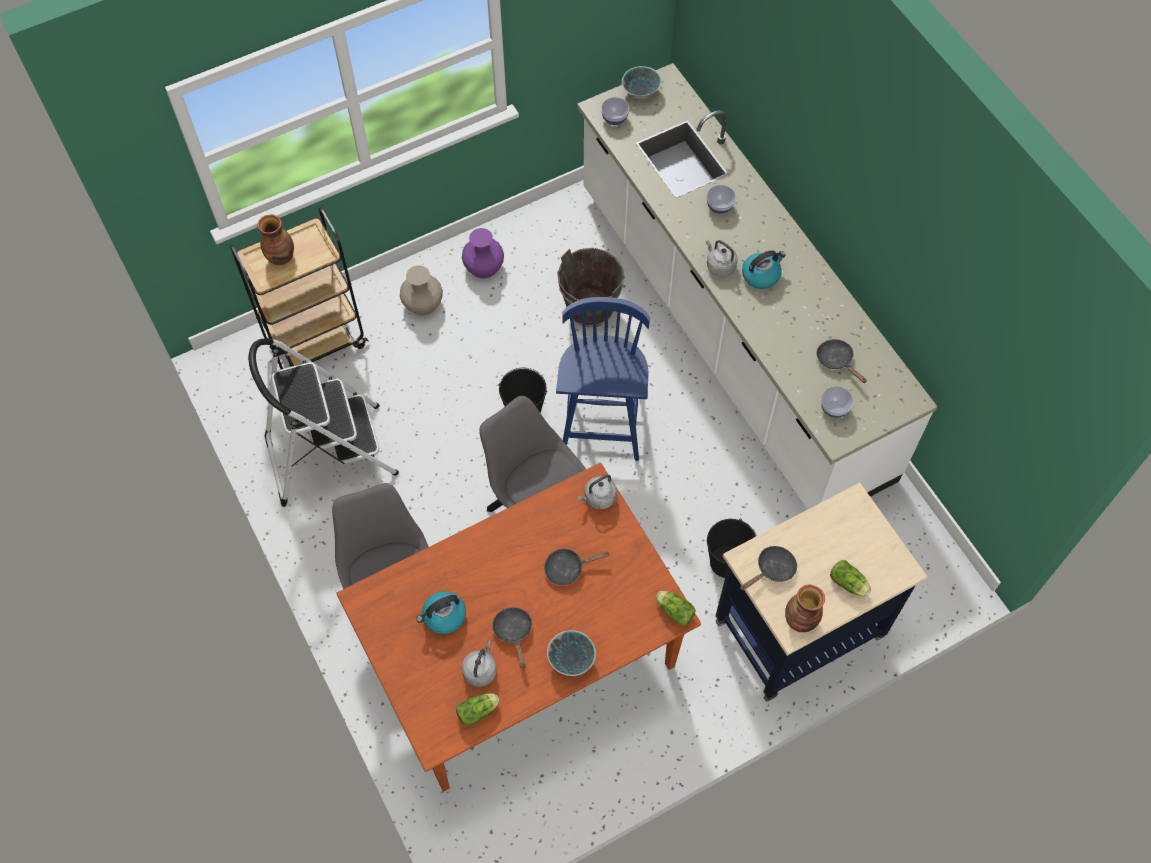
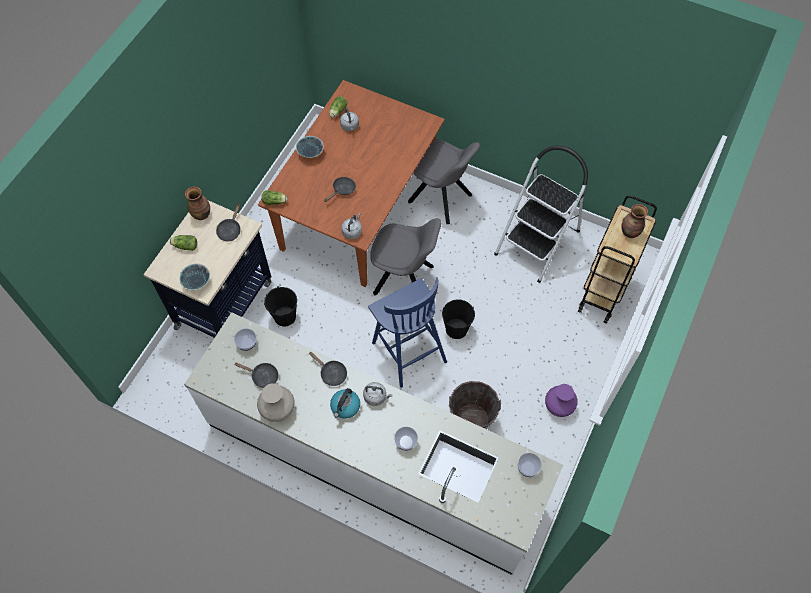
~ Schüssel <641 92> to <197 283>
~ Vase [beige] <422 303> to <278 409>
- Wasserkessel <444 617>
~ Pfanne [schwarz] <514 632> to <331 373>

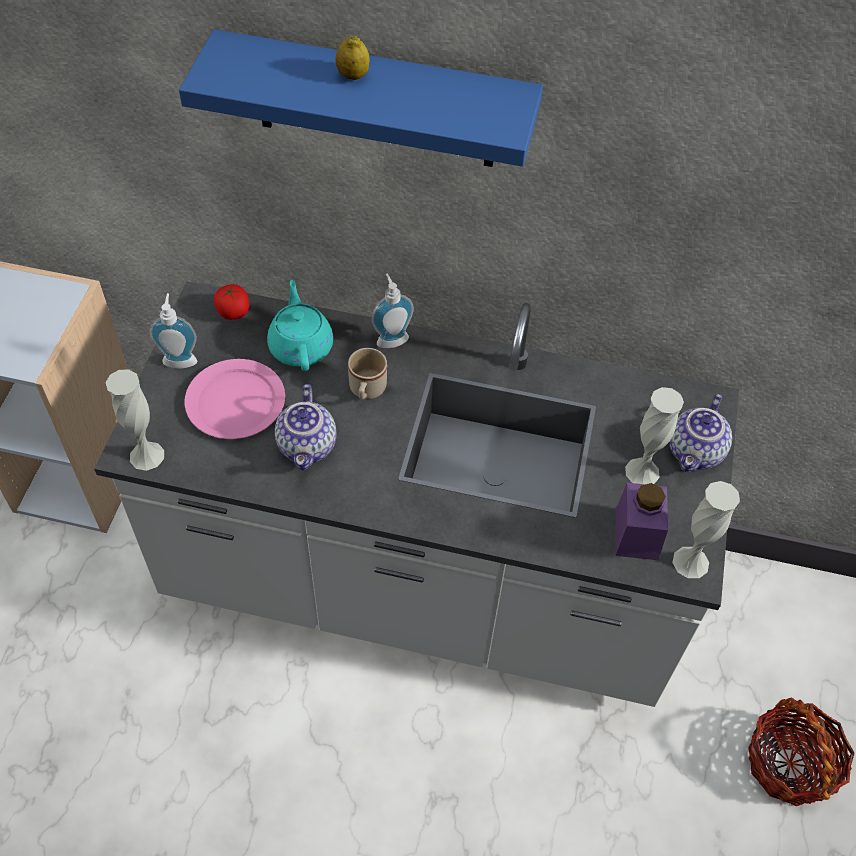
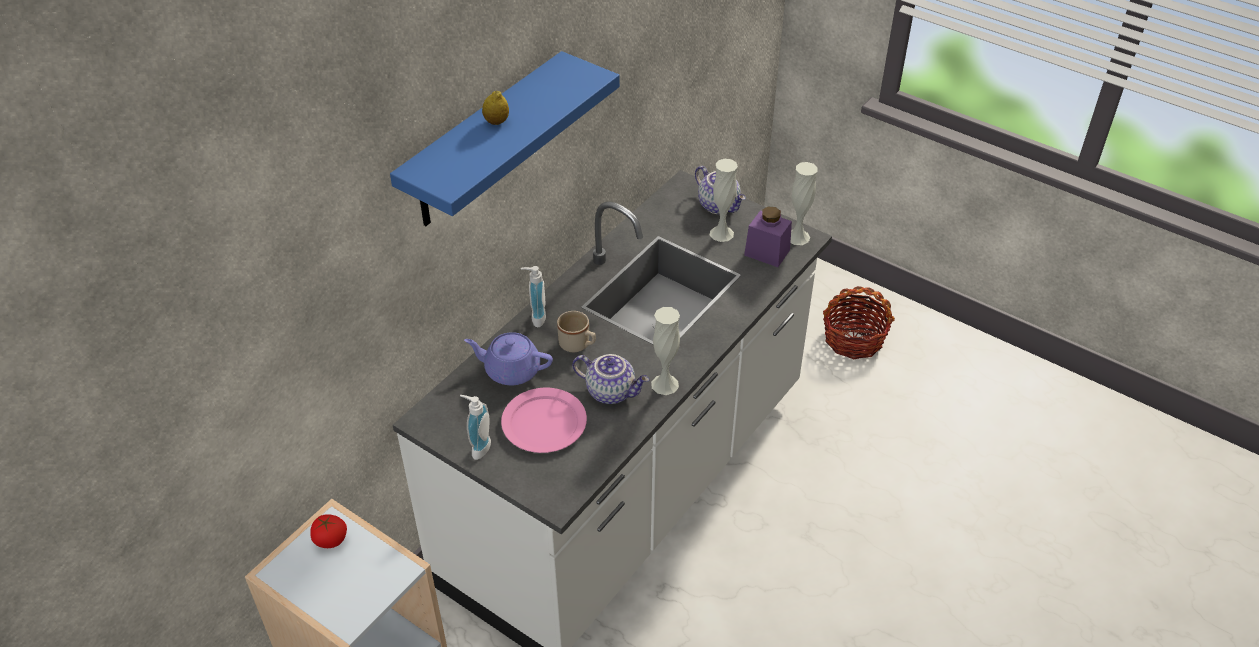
~ Teekanne [türkis] <301 346> to Teekanne [lila] <511 370>
~ Tomate <233 312> to <331 540>
~ Vase [weiß] <147 455> to <665 384>

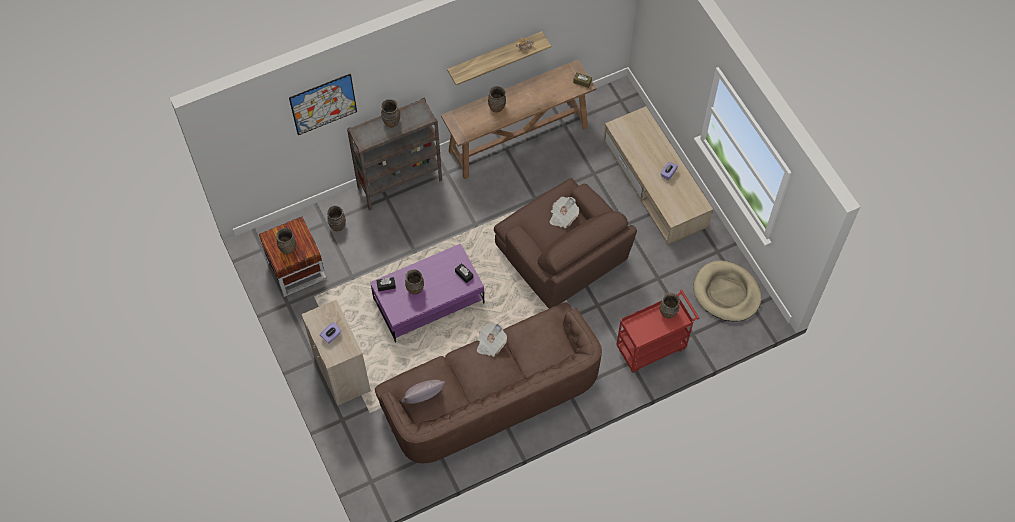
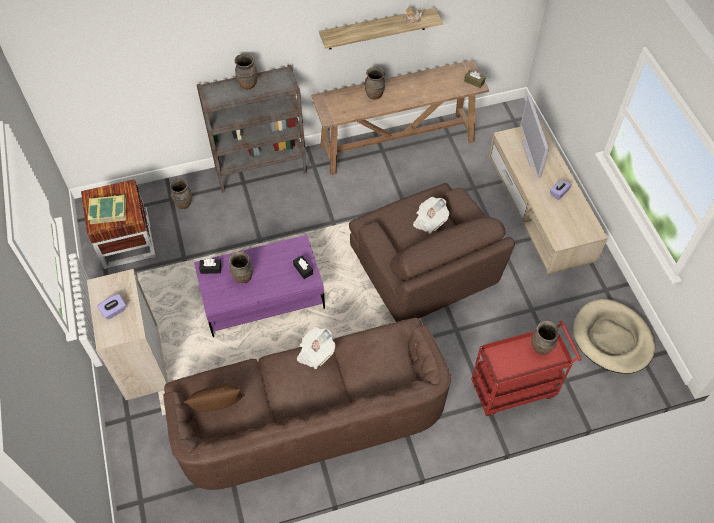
- Bild <323 104>
~ Vase [braun] <288 248> to Buch <108 211>
~ Kissen [lila] <424 398> to Kissen [braun] <219 407>
+ Fernseher <531 153>

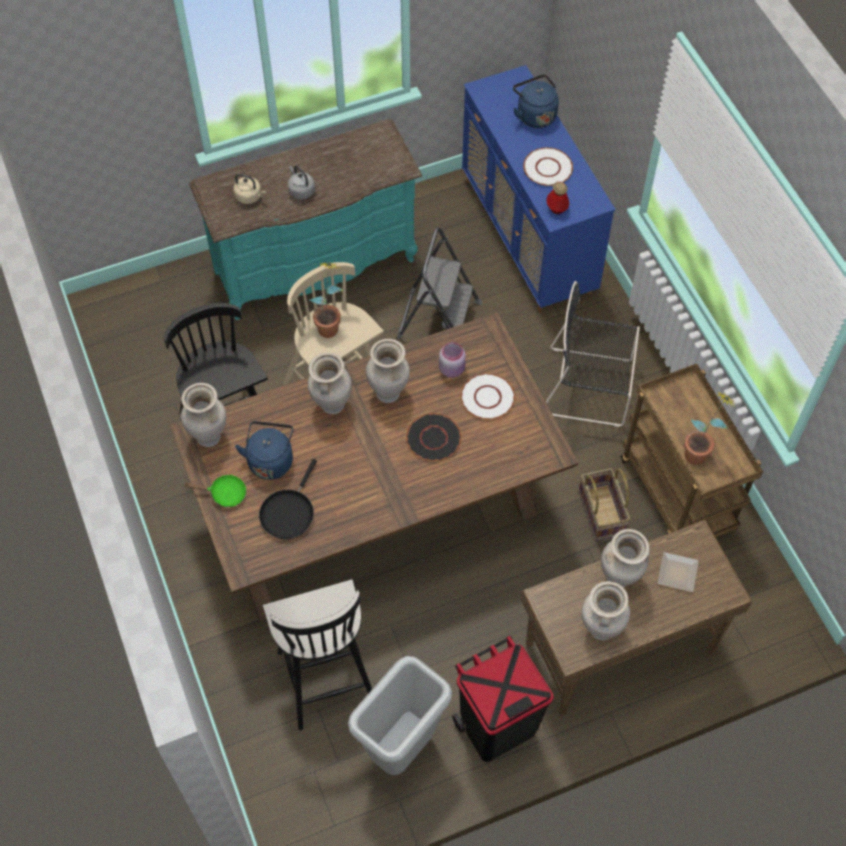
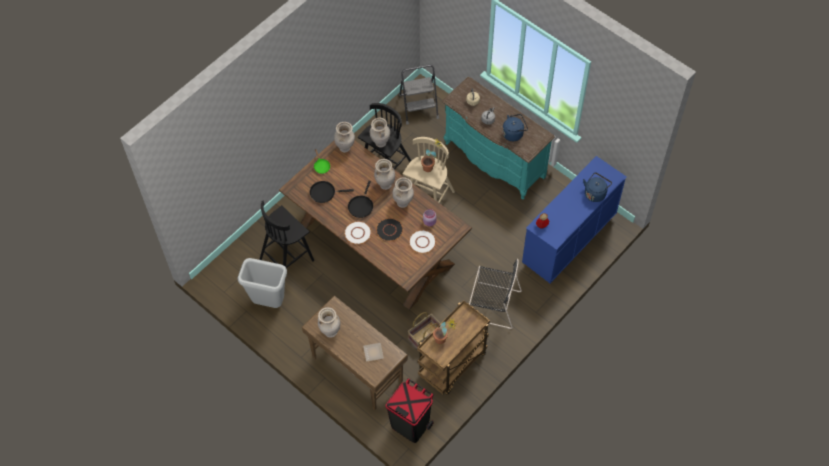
~ Teller [weiß] <548 168> to <357 233>
~ Trittleiter [grau] <436 318> to <418 105>
~ Stuhl [schwarz] <590 387> = <492 304> 120 degrees clockwise
~ Wasserkessel [blau] <270 460> to <514 133>
~ Vase [beige] <619 578> to <380 143>
~ Mülleimer [schwarz] <497 727> to <410 425>
+ Pfanne [schwarz] <361 206>

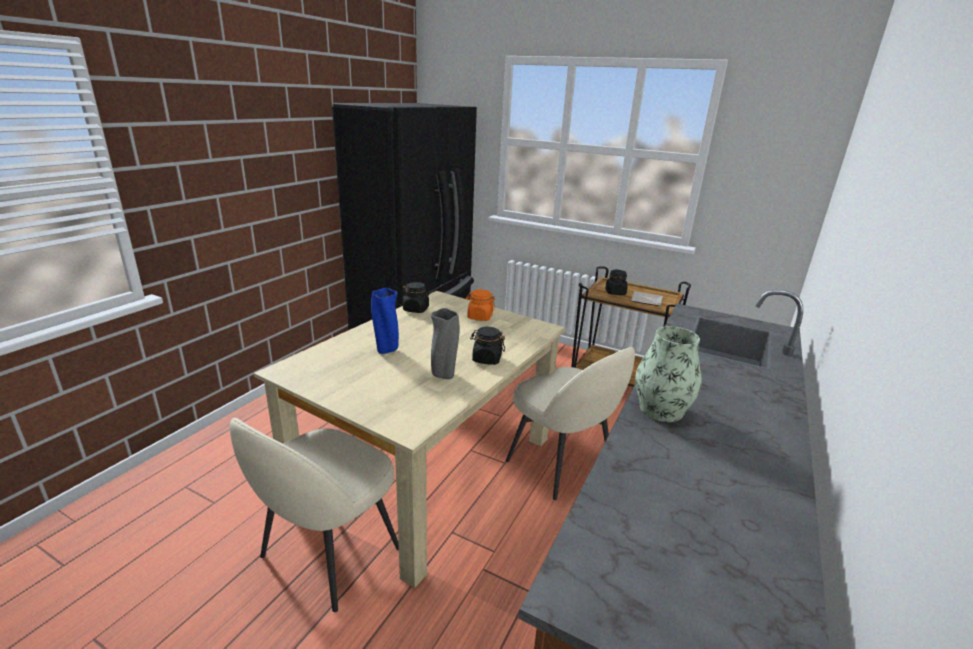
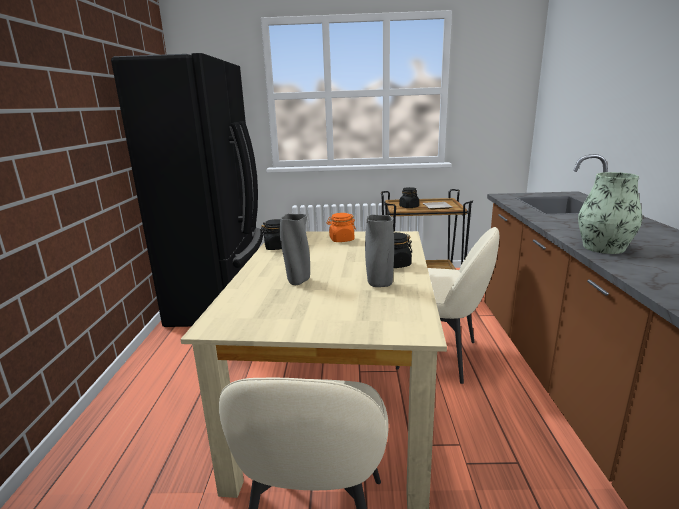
~ Vase [blau] <386 350> to Vase [grau] <298 281>

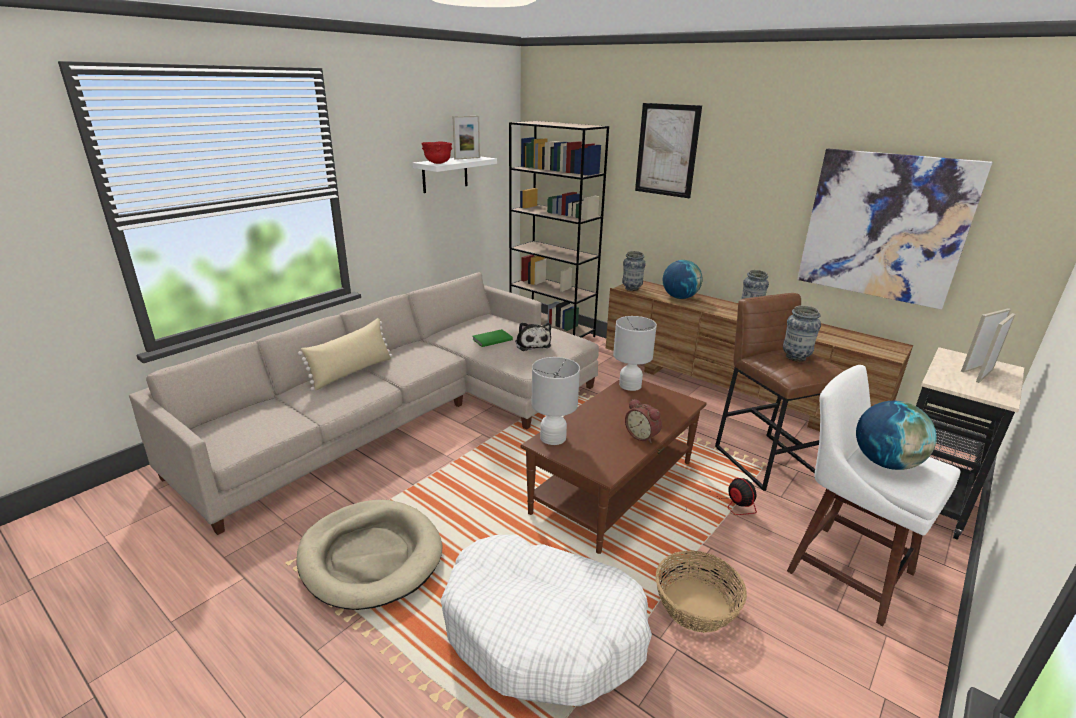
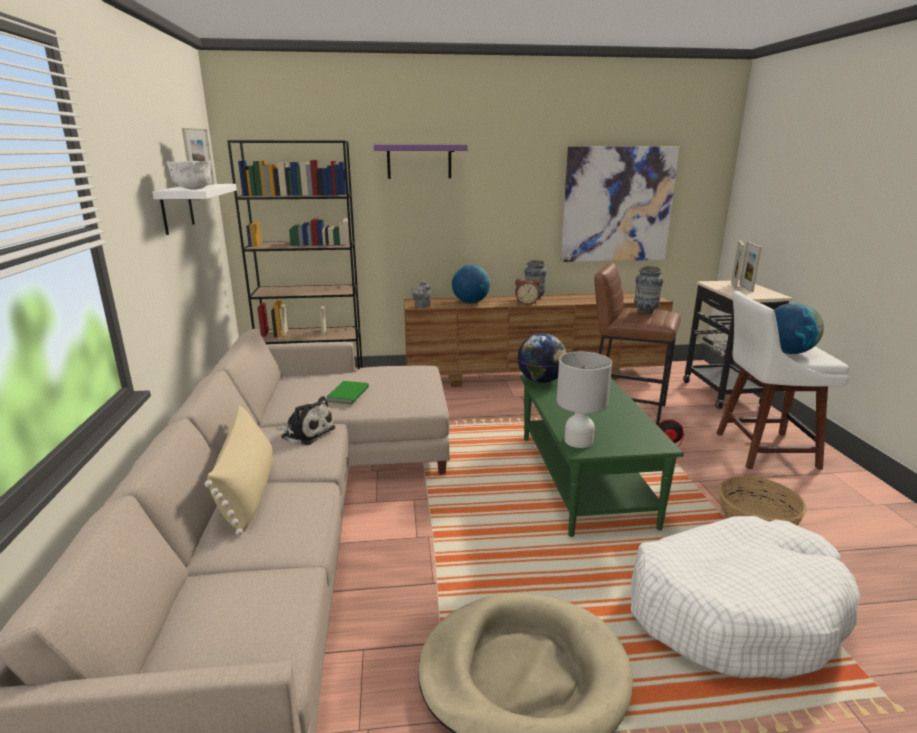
~ Bild <667 150> to Wandregal [lila] <419 161>
~ Schüssel [rot] <438 163> to Schüssel [weiß] <193 189>
~ Vase <631 289> to Teekanne [grau] <421 306>
~ Tischlampe [grau] <630 385> to Globus <541 381>
~ Plüschtier <532 344> to <306 432>
~ Couchtisch [braun] <614 486> to Couchtisch [grün] <583 478>
~ Wecker <642 436> to <526 303>

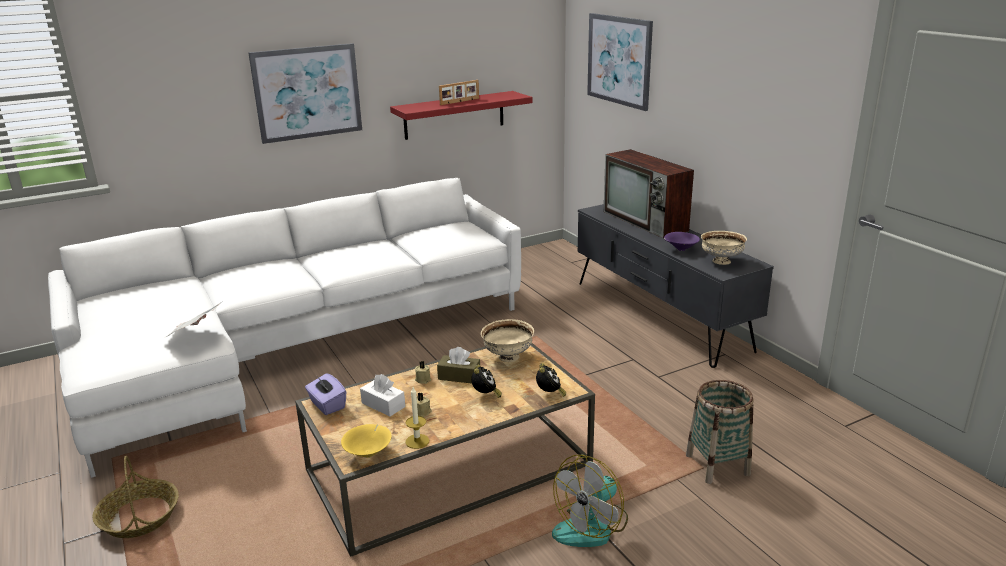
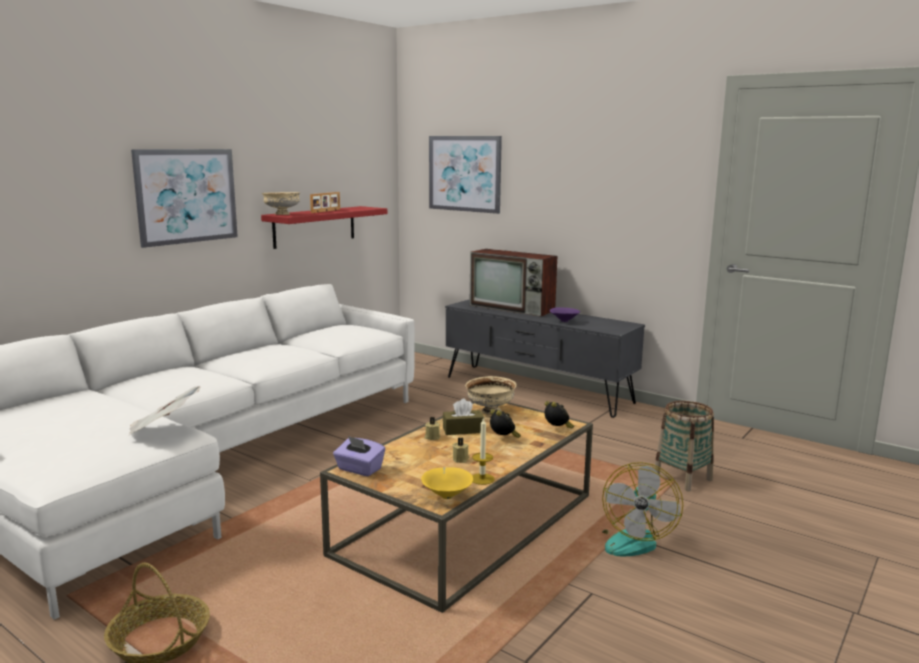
~ Schüssel [beige] <721 261> to <281 214>
- Taschentuchbox [weiß] <383 405>

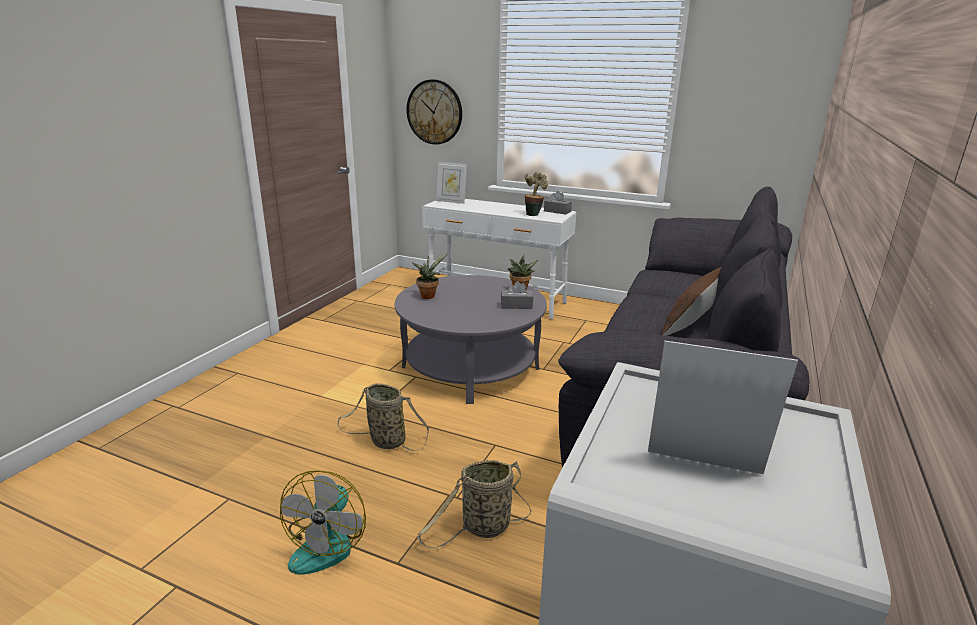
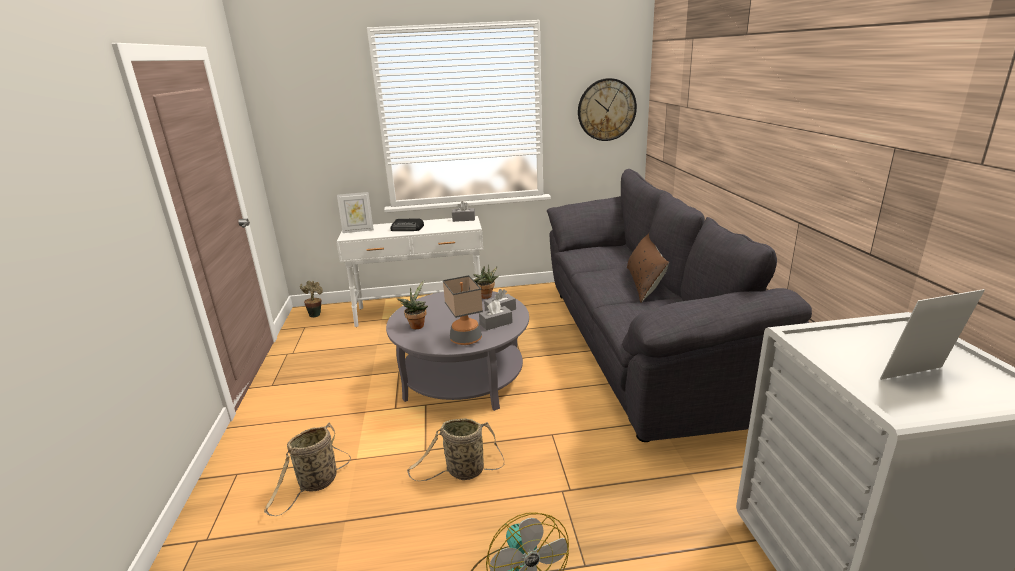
~ Wanduhr <434 112> to <606 110>
~ Topfpflanze <534 214> to <315 314>
~ Korb <483 528> to <316 484>
+ Radio <407 228>
+ Tischlampe <466 339>
+ Taschentuchbox [grau] <496 323>

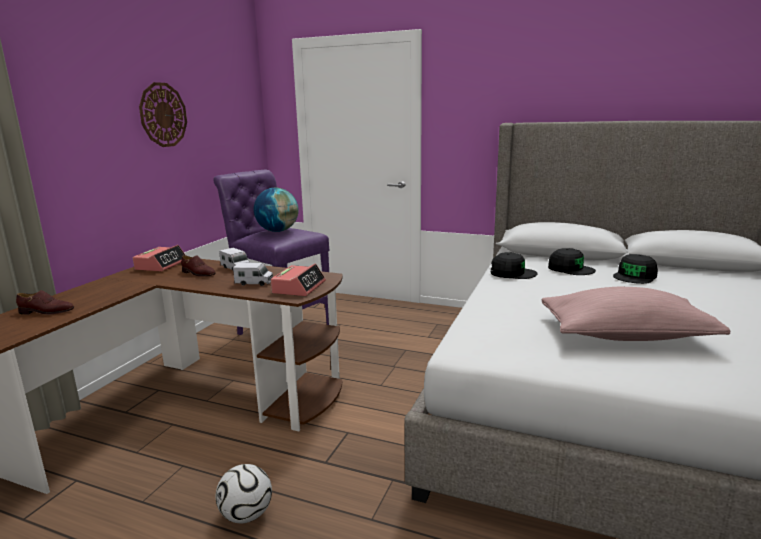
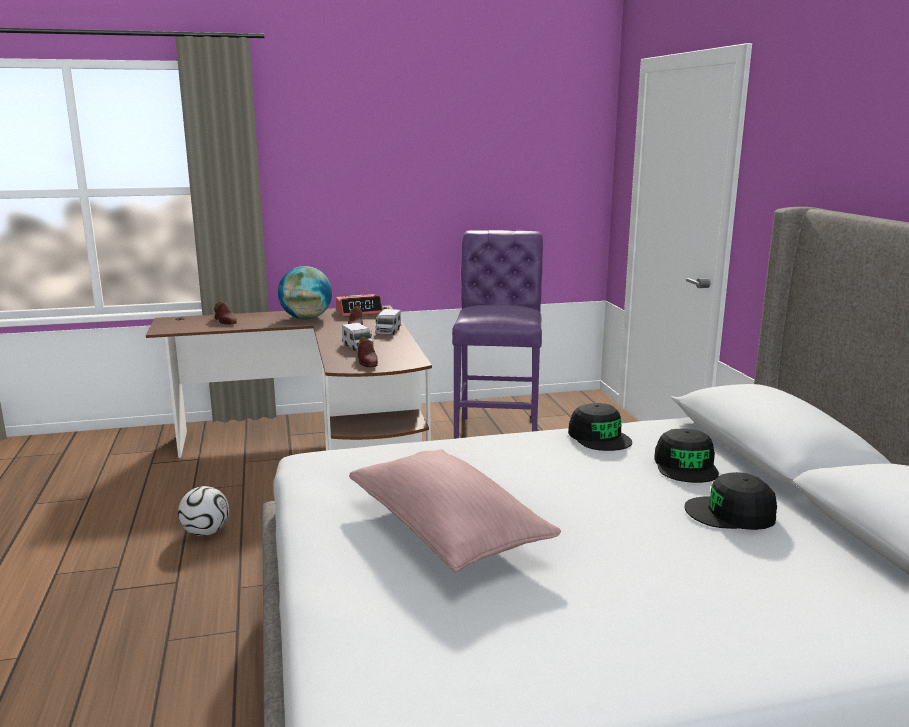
- Wanduhr <163 115>
~ Globus <277 231> to <306 318>
~ Wecker <299 287> to Schuh [braun] <367 362>

